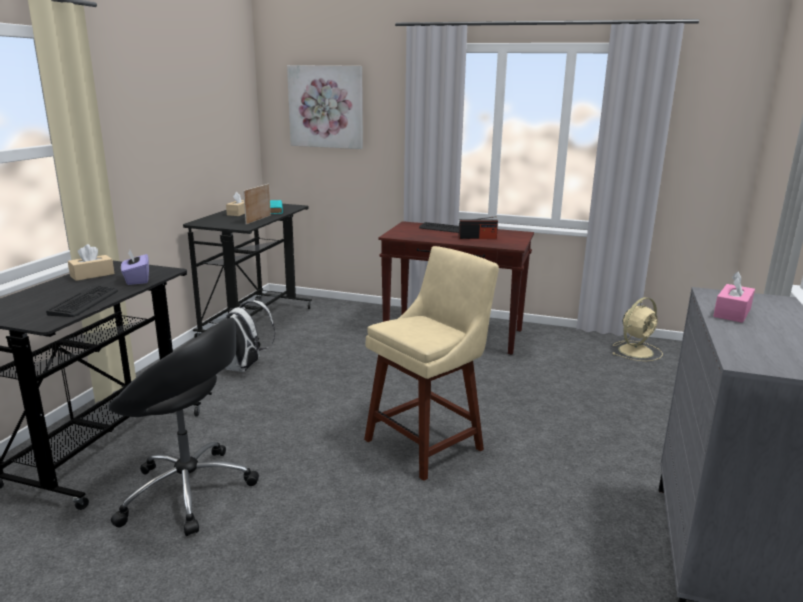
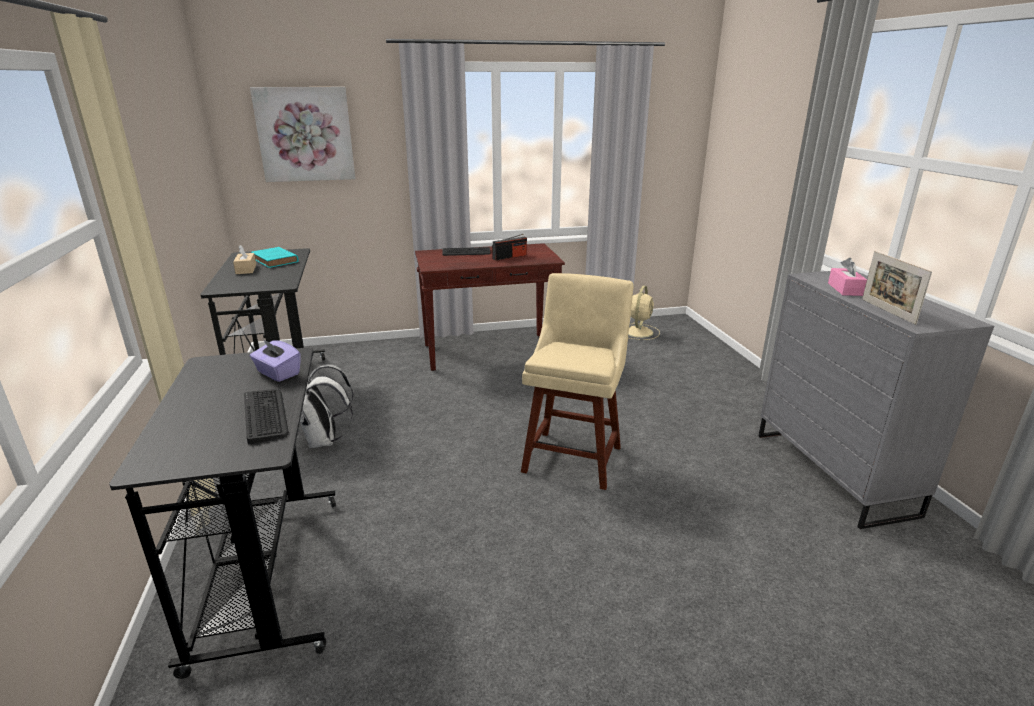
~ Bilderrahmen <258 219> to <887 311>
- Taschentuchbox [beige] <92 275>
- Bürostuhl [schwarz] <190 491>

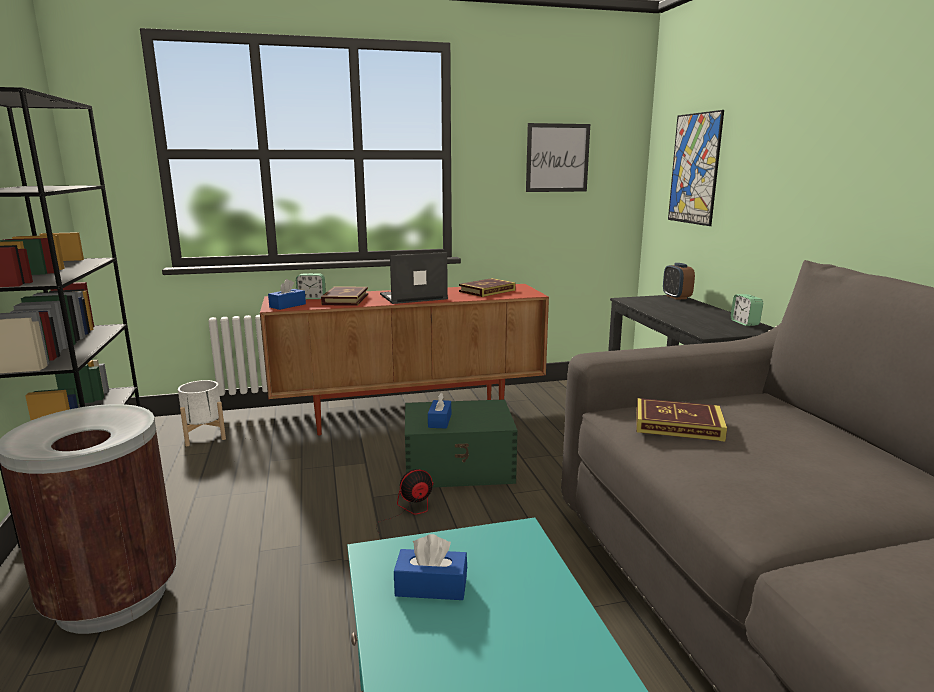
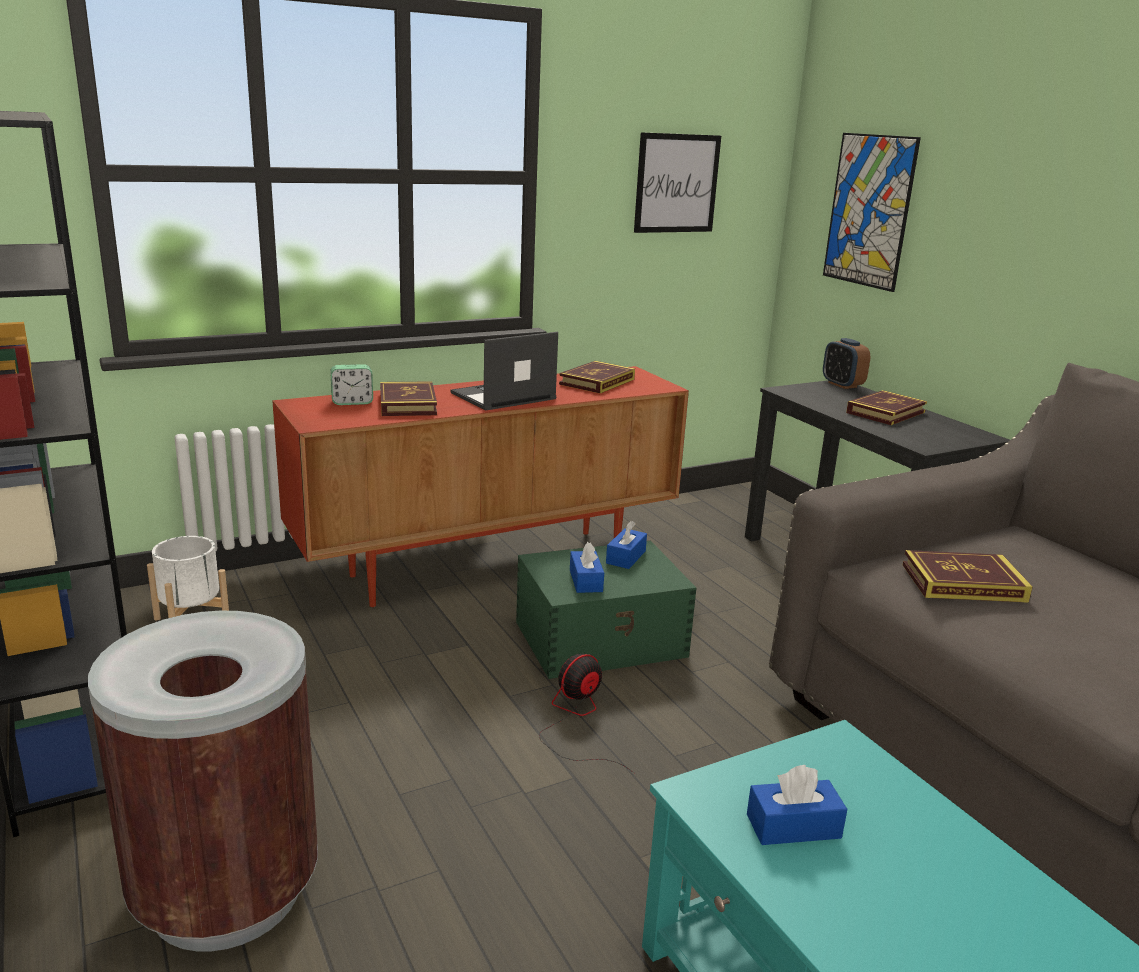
~ Taschentuchbox [blau] <287 305> to <626 557>
- Wecker <744 323>
+ Buch <885 412>

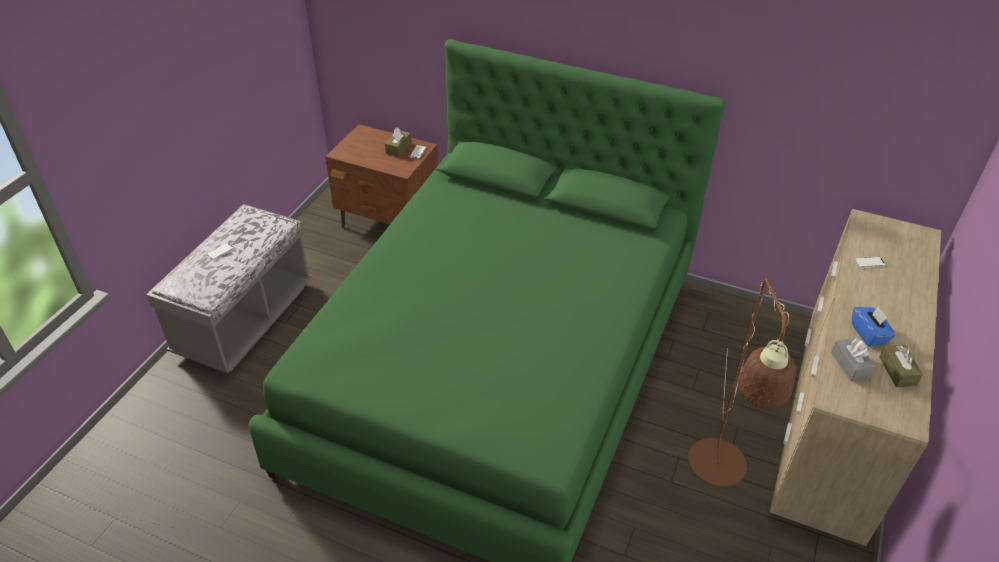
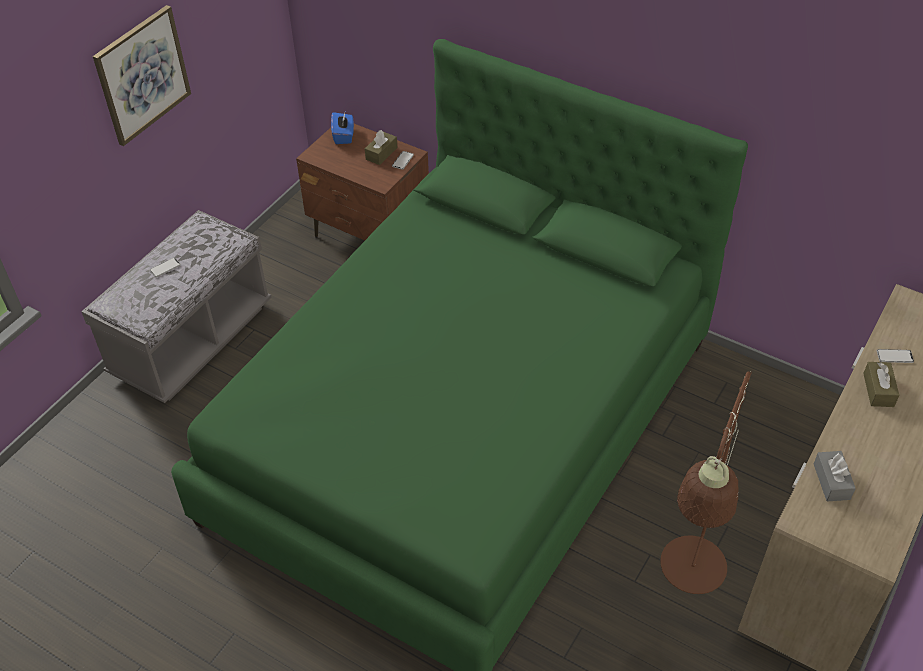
~ Taschentuchbox [blau] <868 334> to <343 136>
~ Taschentuchbox [braun] <897 371> to <878 390>
+ Bild <142 75>

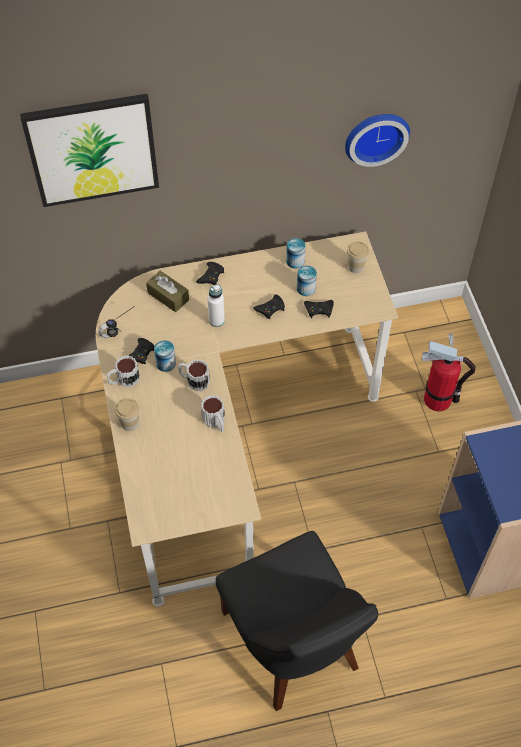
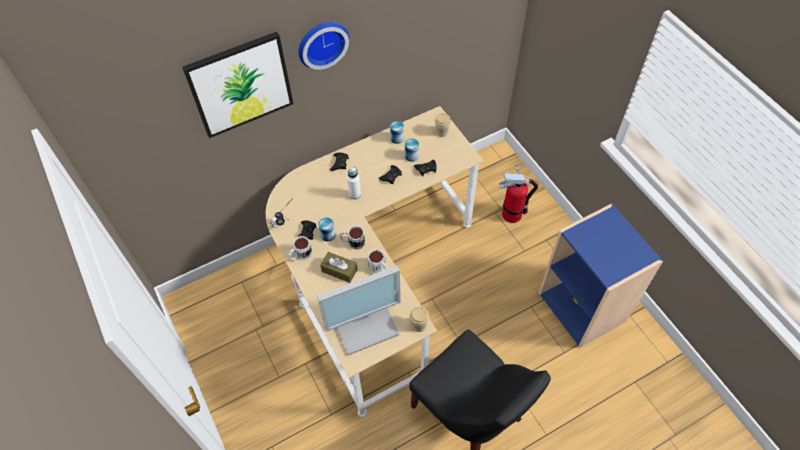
~ Wanduhr <375 135> to <321 42>
~ Taschentuchbox [braun] <168 296> to <339 270>
~ Tasse <130 423> to <419 325>
+ Monitor <365 322>

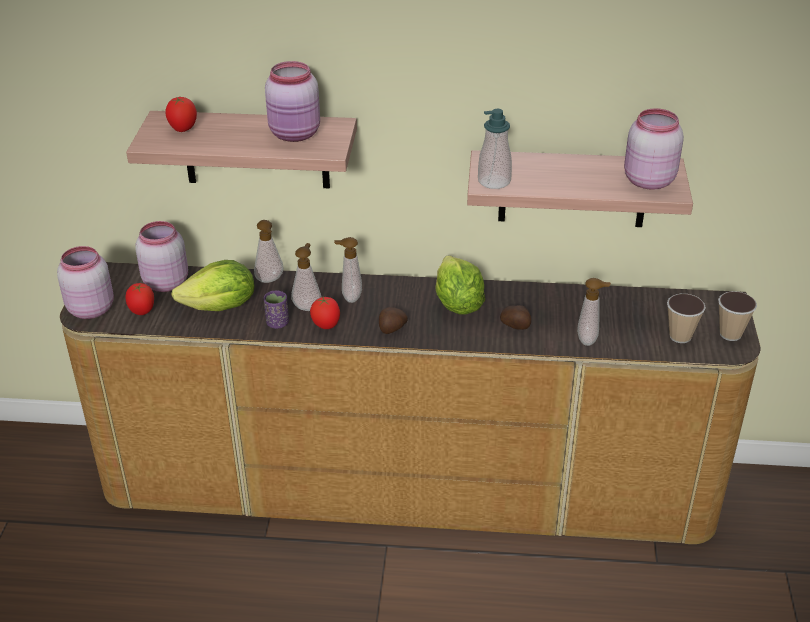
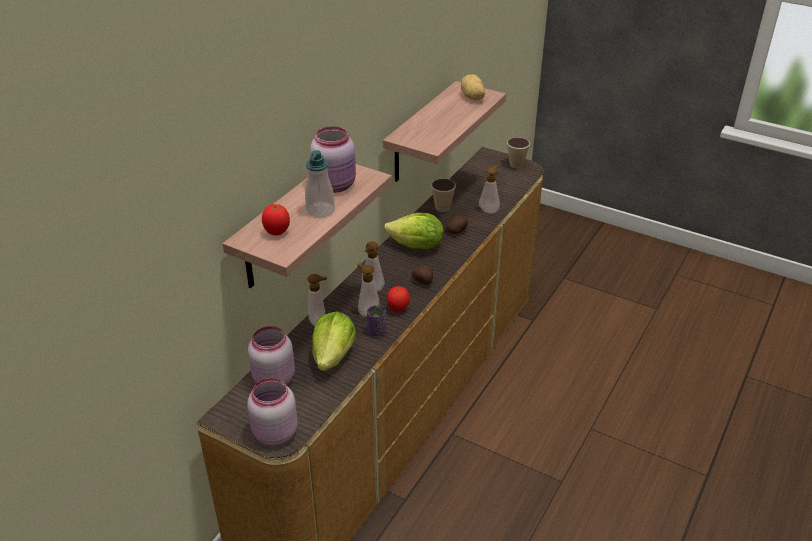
~ Vorratsglas [rosa] <647 180> to Kartoffel <472 97>
~ Seifenspender <494 181> to <320 211>
- Tomate <142 312>
~ Tasse <680 336> to <442 207>

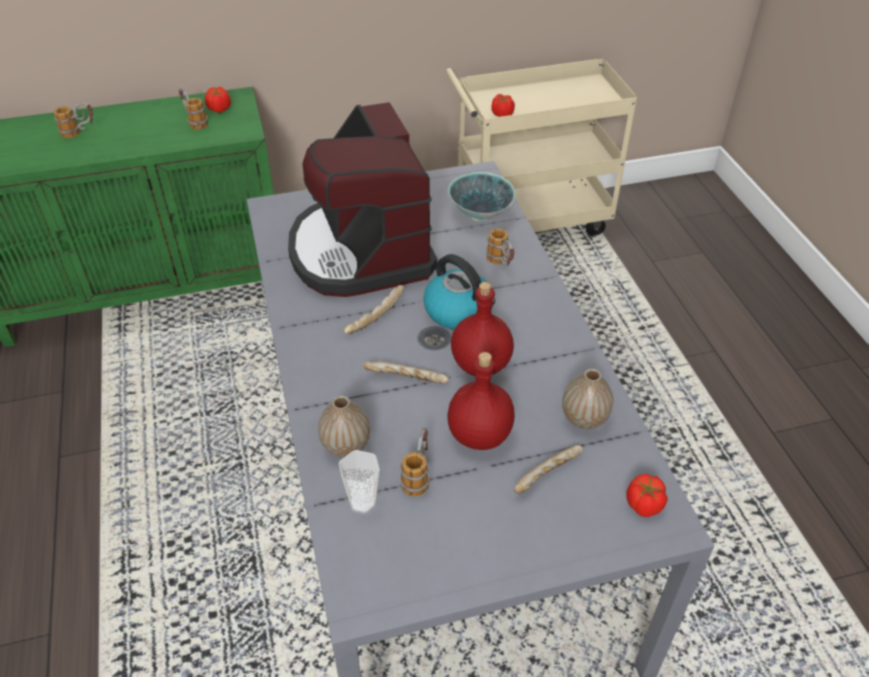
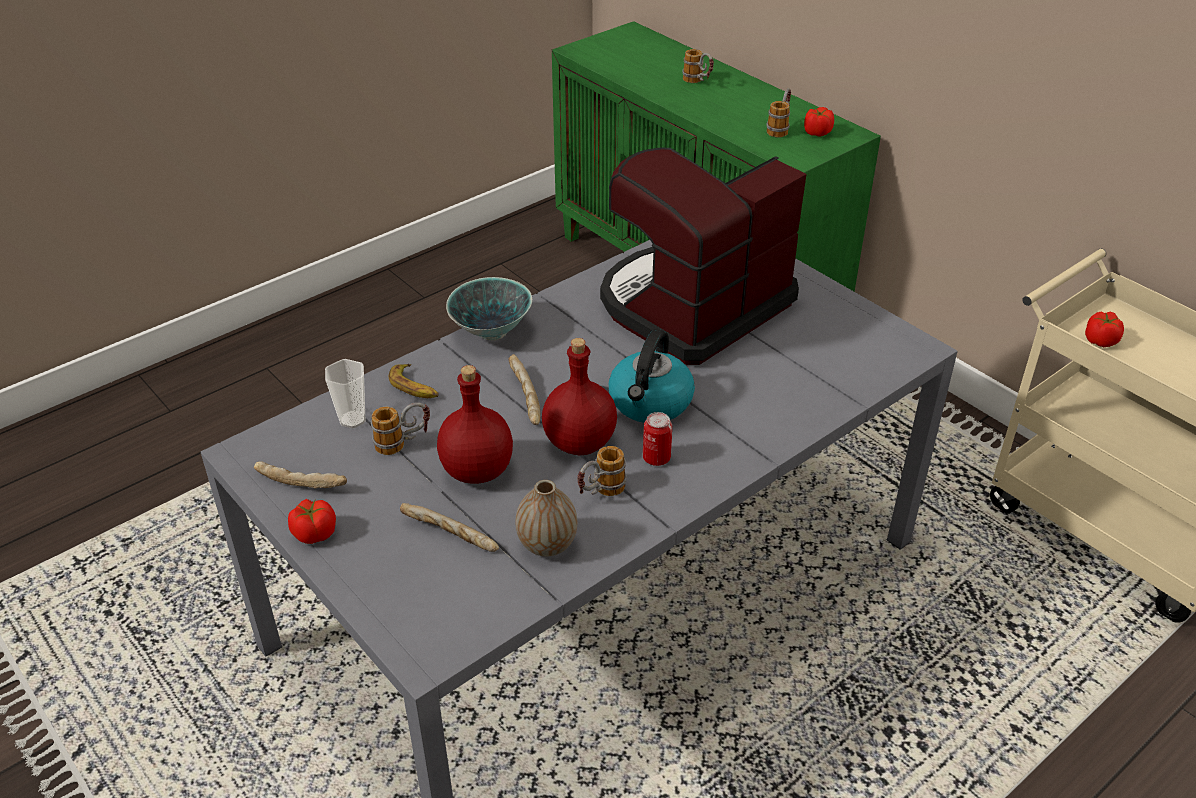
~ Schüssel <480 214> to <492 331>
~ Henkelbecher <501 264> to <600 493>
~ Brot <374 315> to <301 481>
~ Vase <346 446> to Banane <414 387>
~ Tomate <644 504> to <314 533>
+ Dose <656 458>

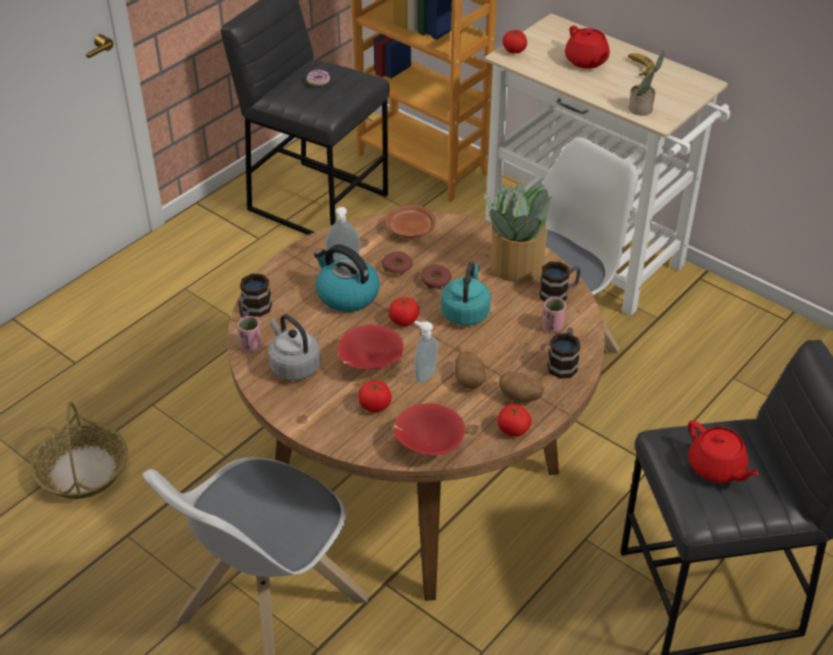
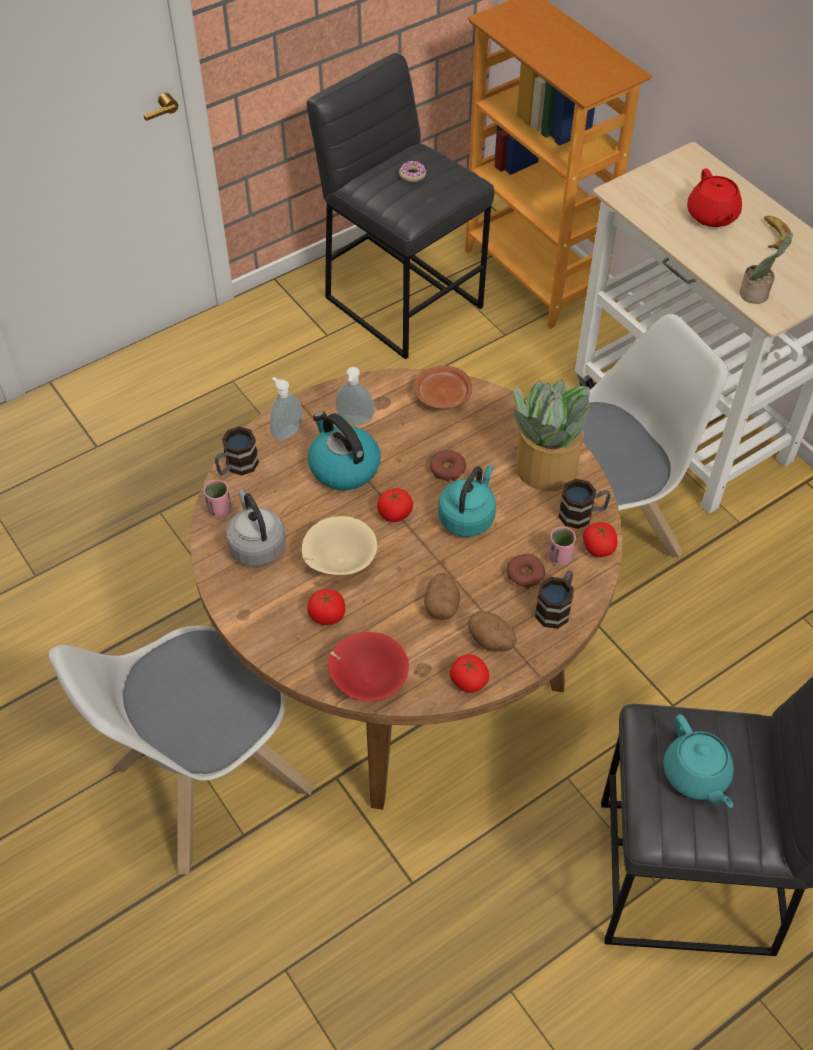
~ Tomate <514 51> to <598 548>
~ Donut <397 268> to <525 575>
~ Seifenspender <424 374> to <286 432>
~ Schüssel [rot] <369 364> to Schüssel [beige] <339 562>
- Korb <82 470>
~ Teekanne [rot] <716 468> to Teekanne [türkis] <695 775>

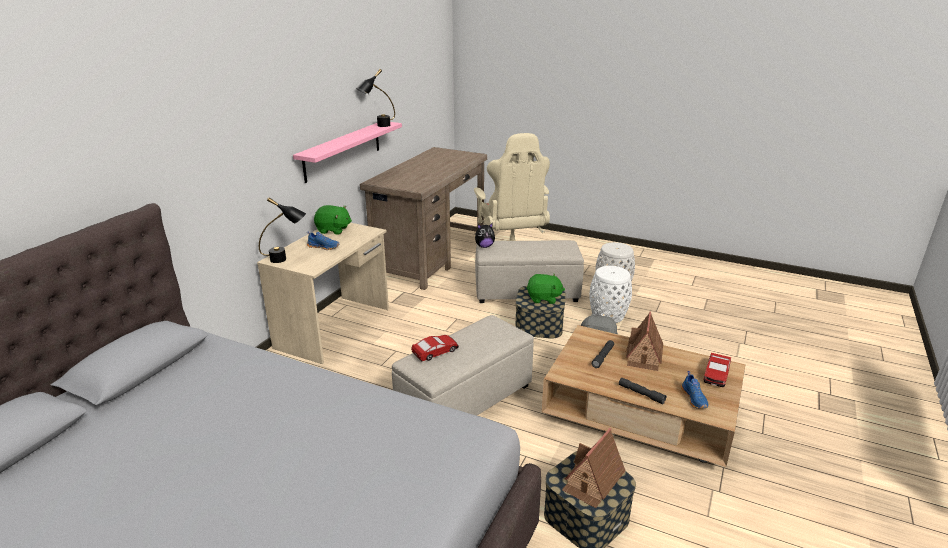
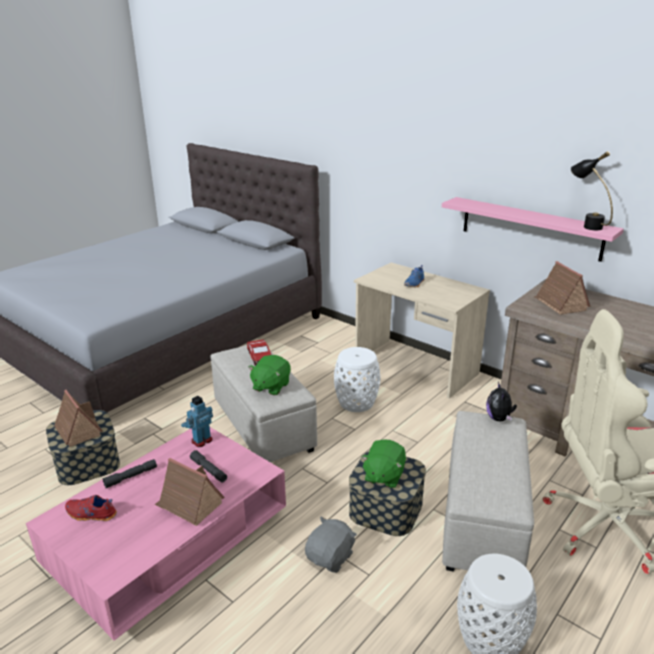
- Tischlampe [schwarz] <286 259>
~ Plüschtier [grün] <333 230> to <270 386>
~ Hocker [weiß] <608 316> to <356 402>
~ Couchtisch [braun] <640 413> to Couchtisch [rosa] <169 542>
- Spielzeugauto <716 374>
~ Schuh [blau] <694 398> to Schuh [rot] <91 515>
+ Spielzeughaus <560 304>
+ Spielzeugroboter <201 440>

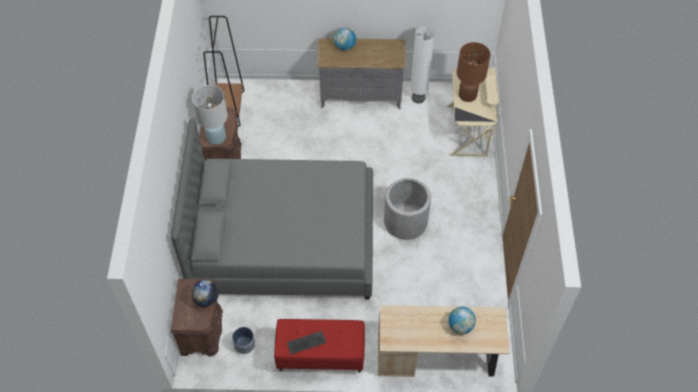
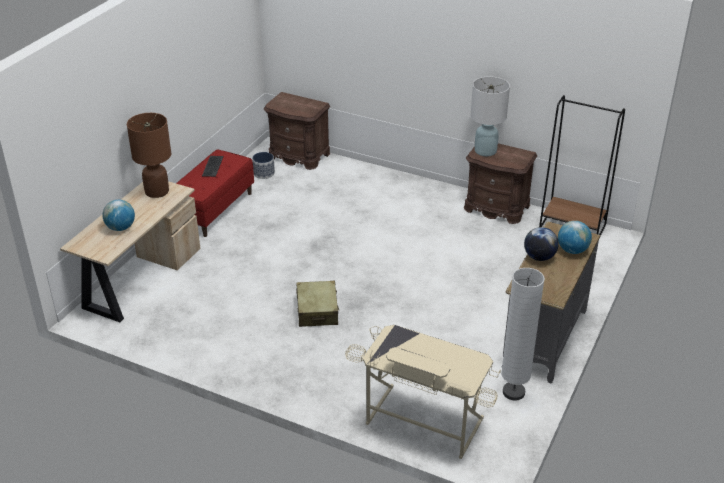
~ Tischlampe [braun] <467 95> to <157 192>
- Bett [grau] <283 240>
~ Pflanzkübel [grau] <405 221> to Koffer [beige] <317 311>
~ Globus <207 299> to <539 257>

